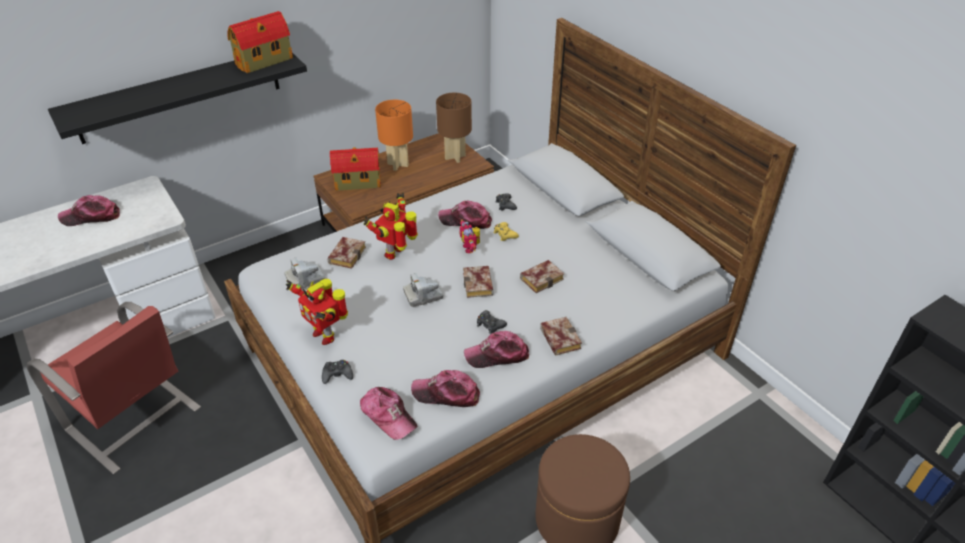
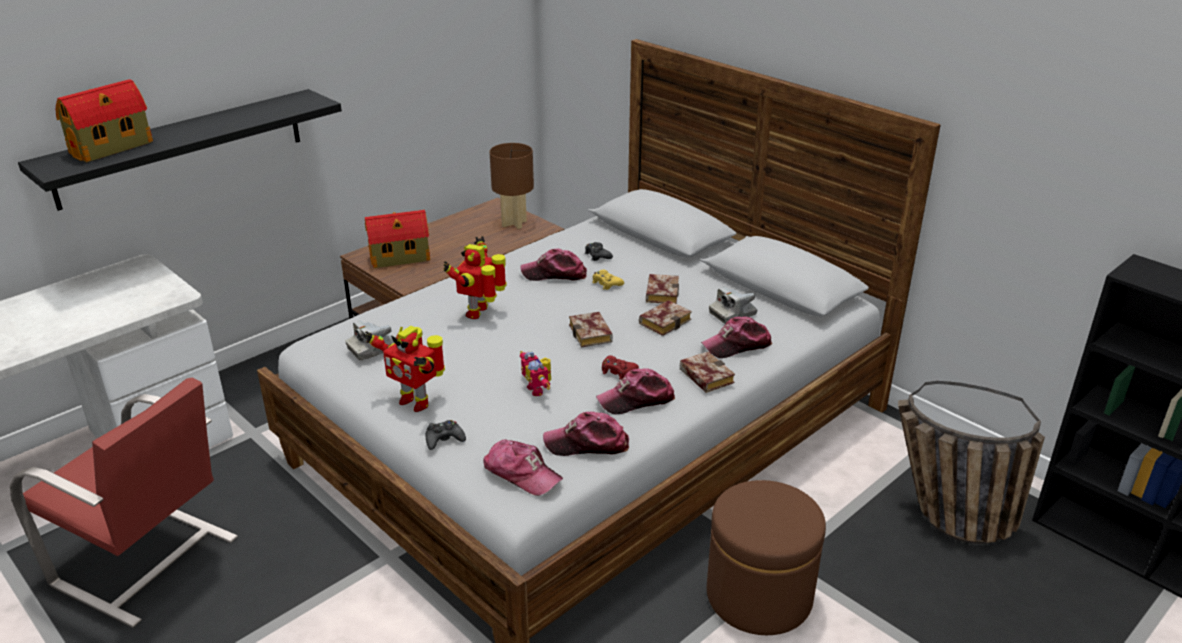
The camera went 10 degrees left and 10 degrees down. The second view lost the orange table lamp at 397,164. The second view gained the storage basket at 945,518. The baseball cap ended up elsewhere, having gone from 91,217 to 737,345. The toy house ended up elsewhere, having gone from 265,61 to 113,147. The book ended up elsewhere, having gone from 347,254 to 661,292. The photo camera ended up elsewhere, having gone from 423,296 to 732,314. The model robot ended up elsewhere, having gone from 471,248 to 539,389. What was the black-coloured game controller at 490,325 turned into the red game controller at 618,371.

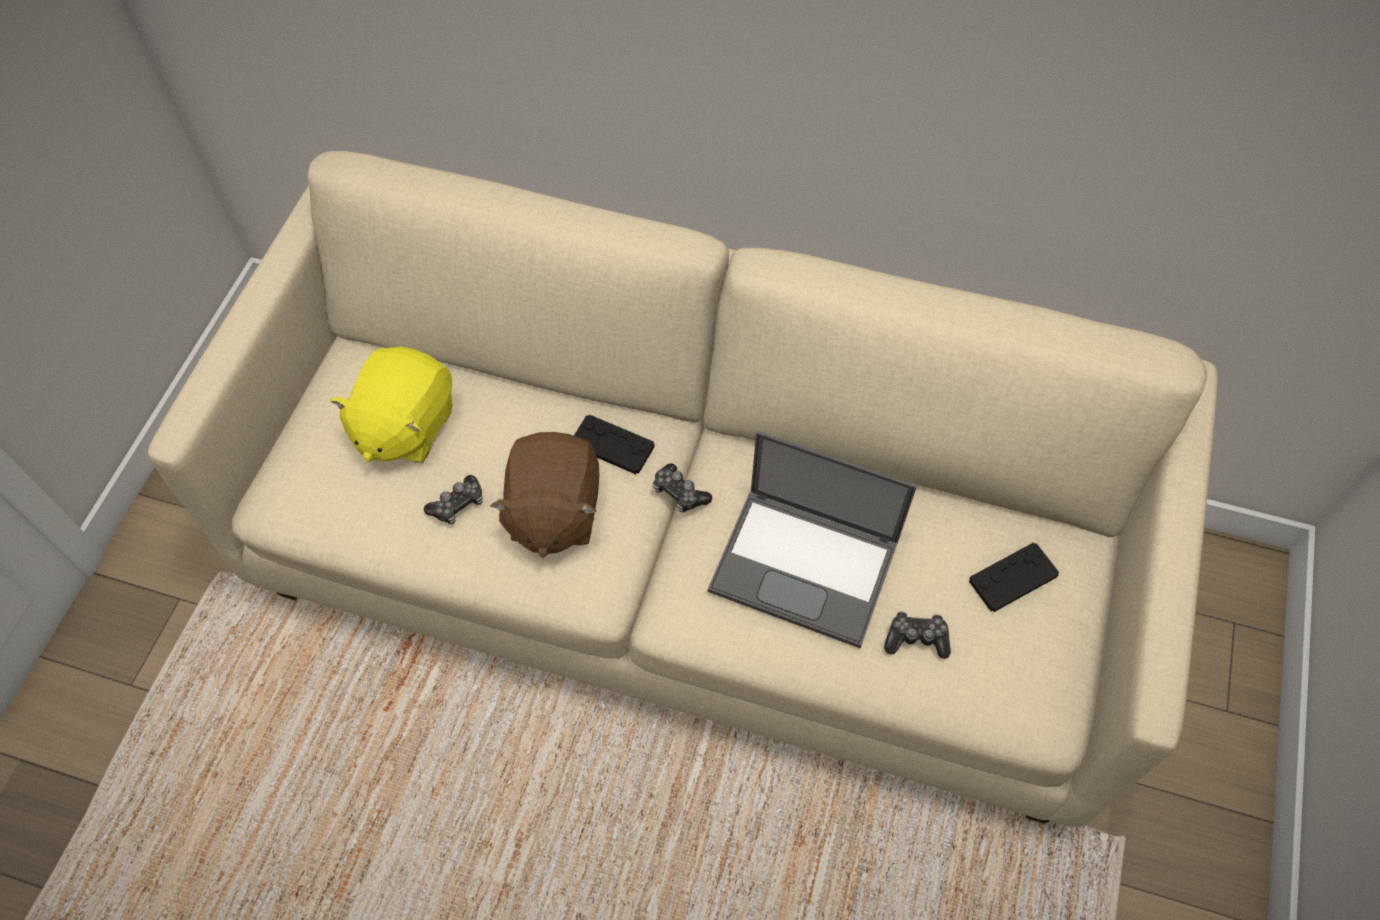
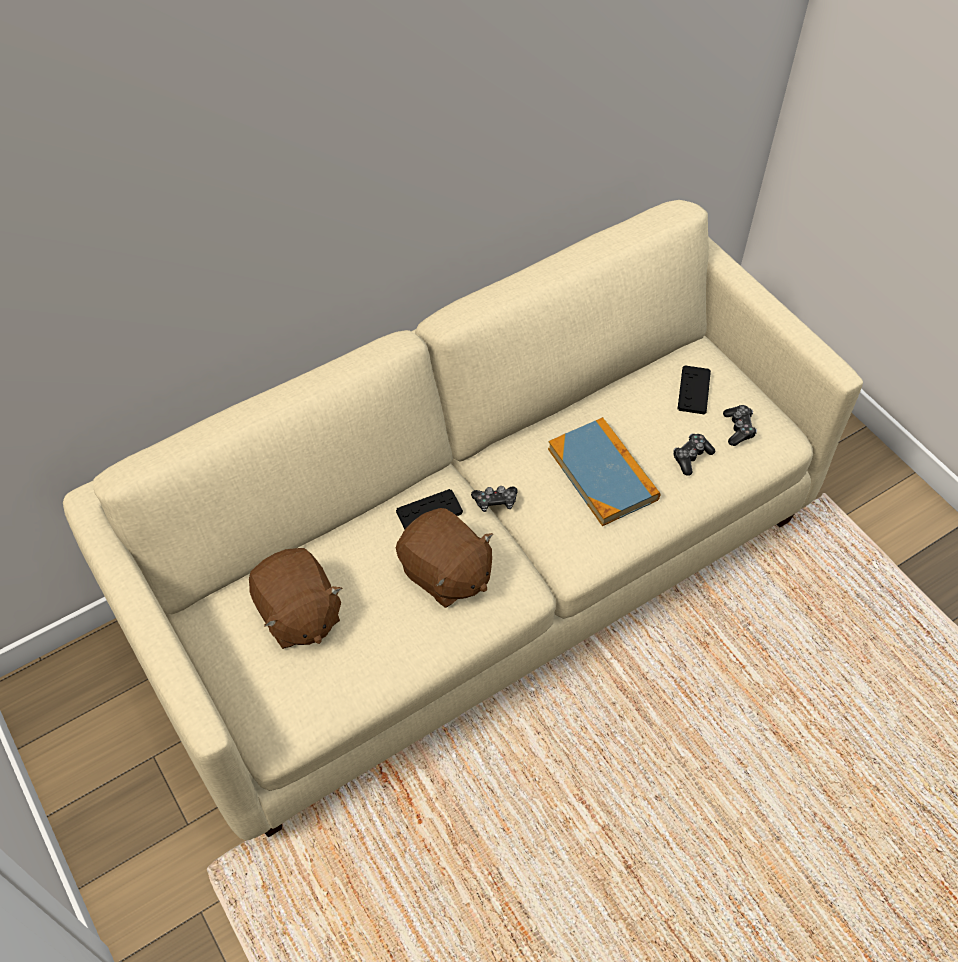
The camera went 50 degrees left and 5 degrees down. The game controller ended up elsewhere, having gone from 458,505 to 738,429. Where the notebook computer stood at 806,566, the book came to stand at 602,474. What was the yellow-coloured cuddly toy at 404,426 turned into the brownish cuddly toy at 298,614.

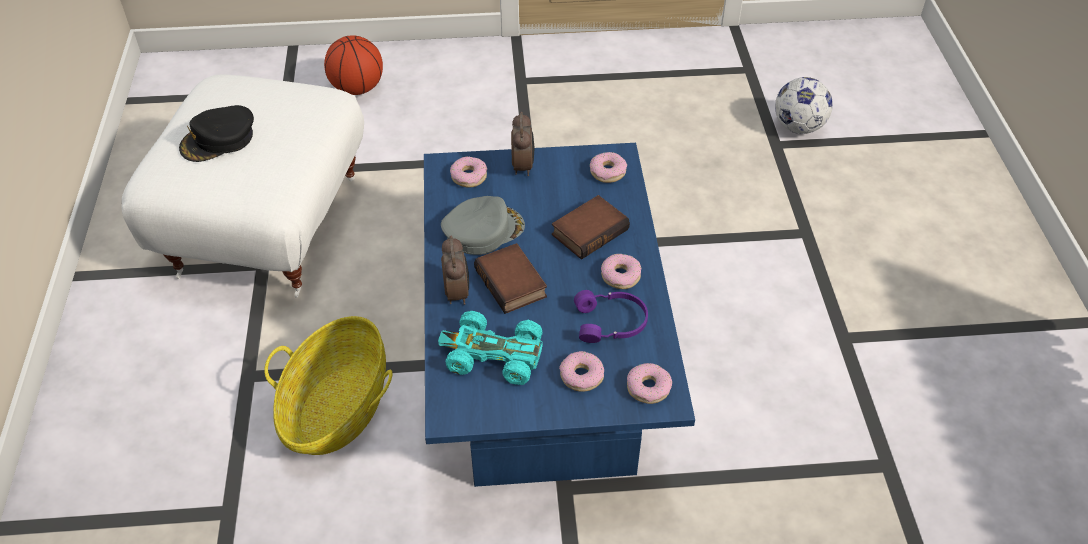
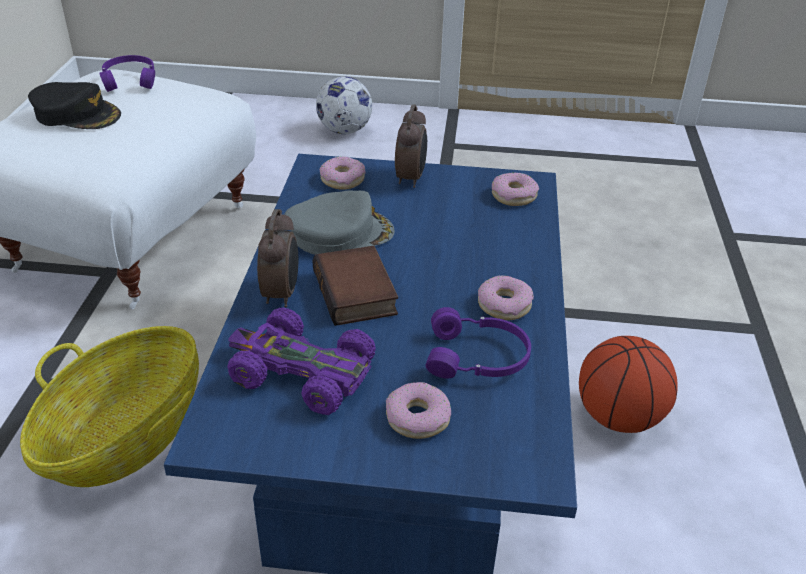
The camera went 10 degrees right and 10 degrees down. The second view lost the book at 589,230. The second view lost the ring doughnut at 648,387. The second view gained the purplish headset at 130,80. The basketball ball ended up elsewhere, having gone from 357,89 to 618,417. The football ball ended up elsewhere, having gone from 798,127 to 345,131. What was the blue-green toy car at 492,355 turned into the purplish toy car at 300,373. The black-coloured baseball cap at 219,140 ended up facing another way, 135 degrees counterclockwise from before.

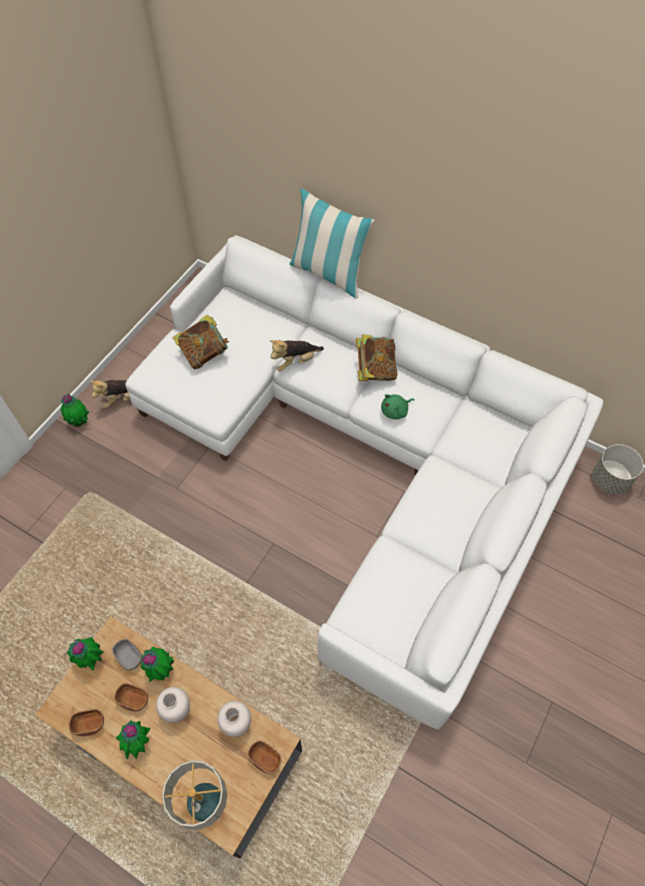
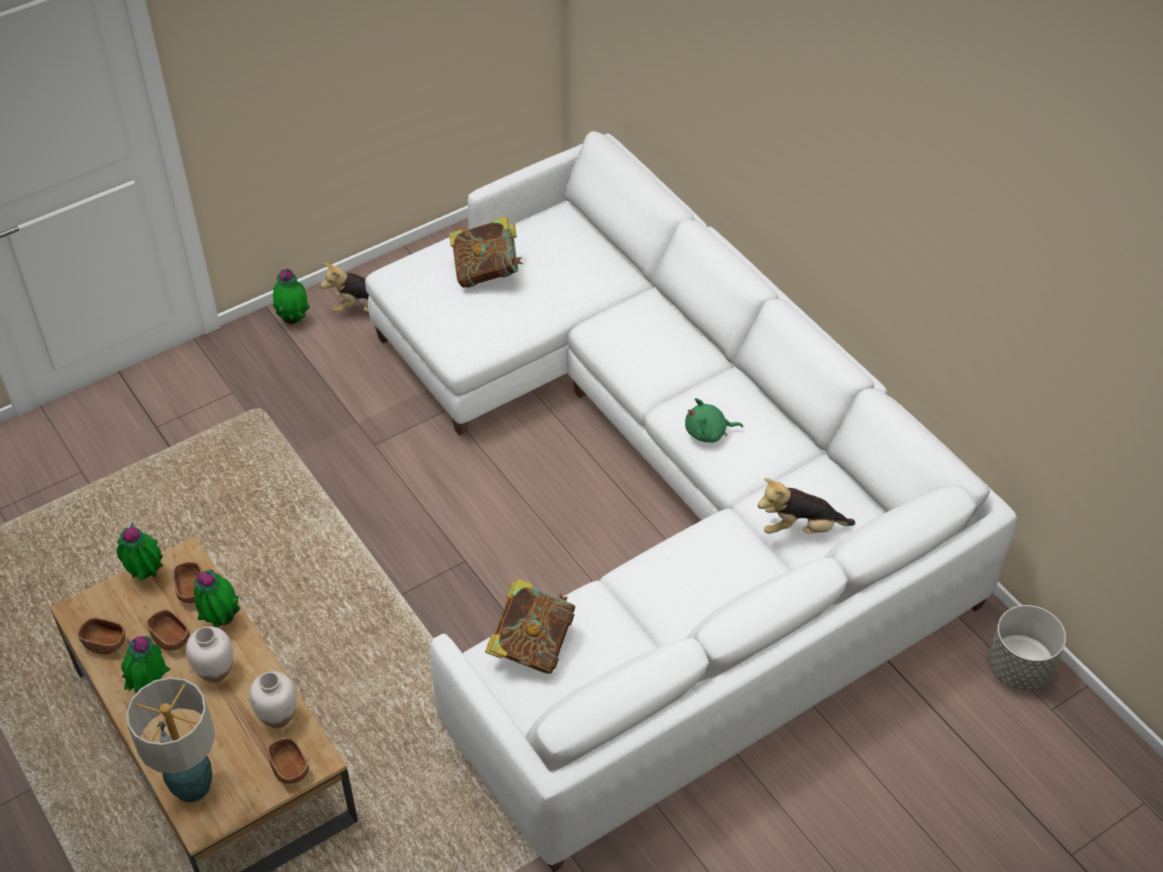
The camera went 25 degrees right and 10 degrees down. The second view lost the cushion at 328,274. The cuddly toy ended up elsewhere, having gone from 295,361 to 800,528. The book ended up elsewhere, having gone from 375,369 to 531,645. What was the greyish deep dish at 129,657 turned into the brownish deep dish at 191,590.

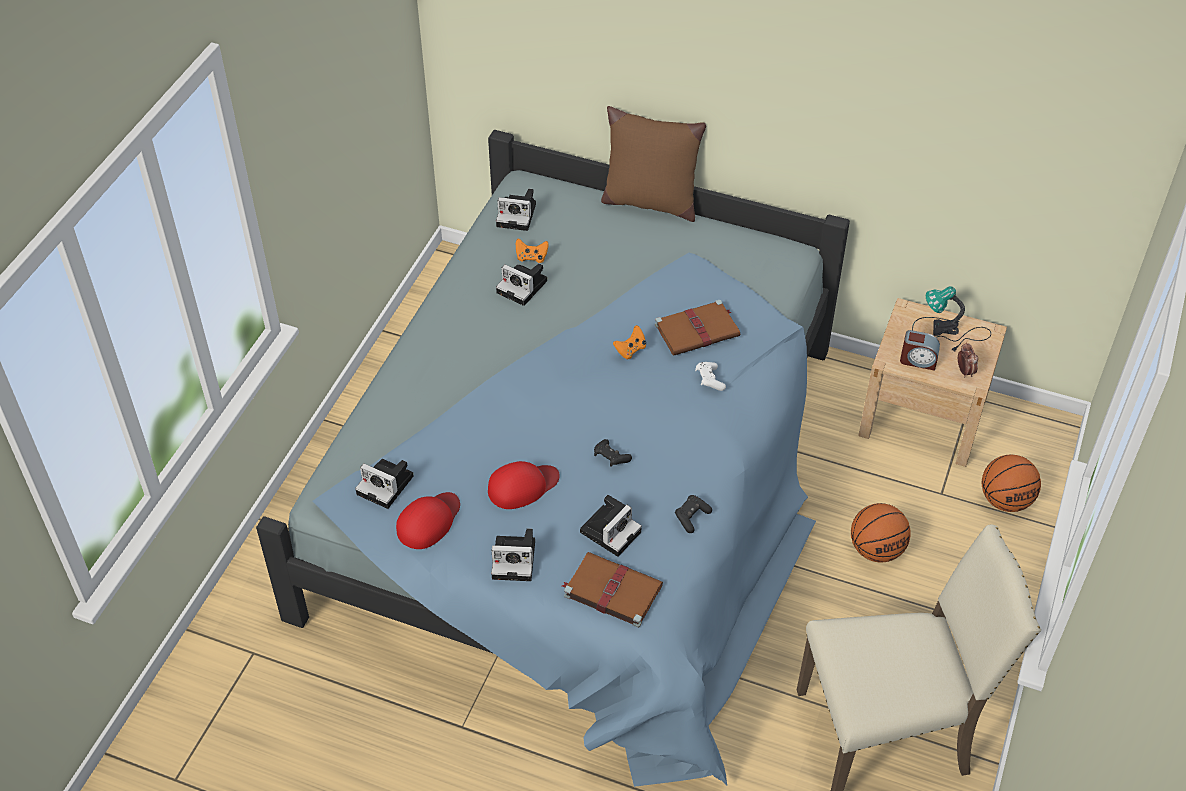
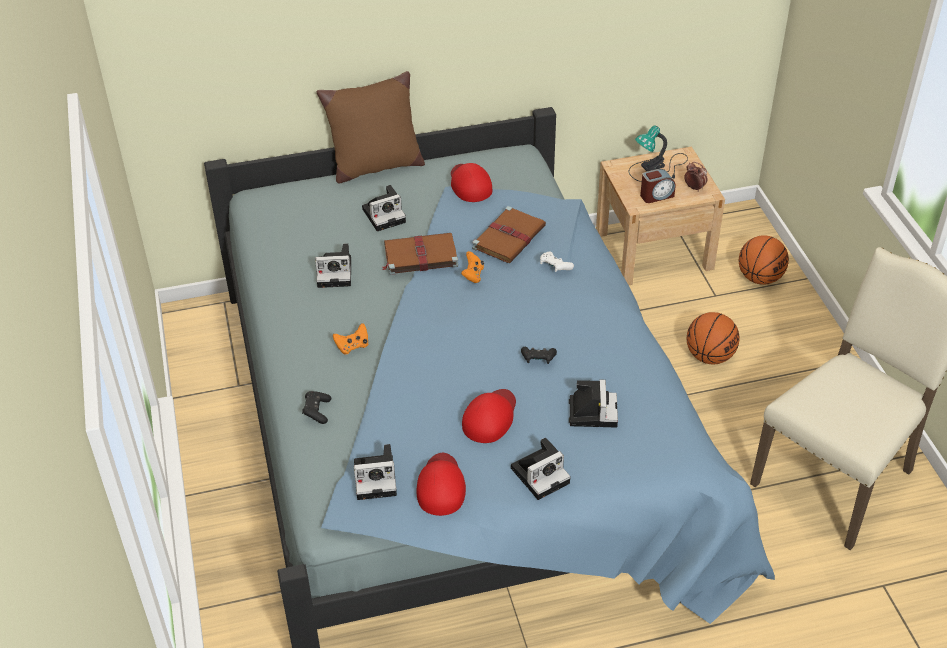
The camera went 35 degrees left and 5 degrees down. The second view gained the red baseball cap at 469,184. The photo camera ended up elsewhere, having gone from 518,215 to 385,215. The orange game controller ended up elsewhere, having gone from 531,257 to 352,346. The brownish book ended up elsewhere, having gone from 611,590 to 419,256. The black-coloured game controller ended up elsewhere, having gone from 691,517 to 317,411.

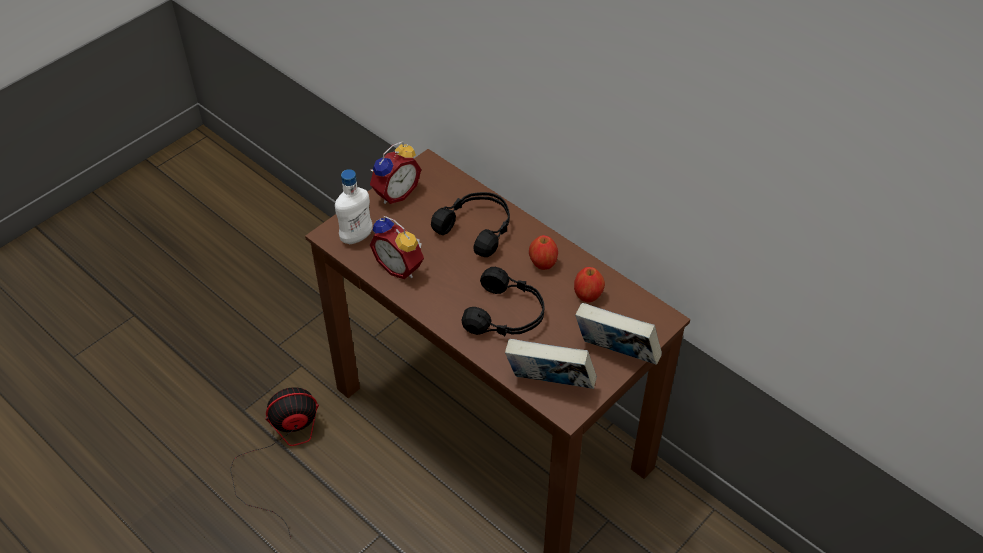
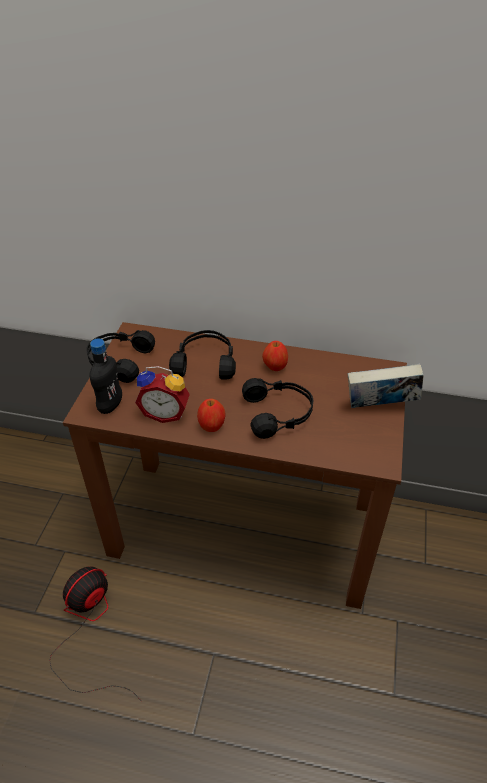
The camera went 30 degrees left and 5 degrees down. The second view lost the book at 549,384. The whole apple ended up elsewhere, having gone from 587,295 to 211,426. Where the alarm clock stood at 394,193, the black-coloured headset came to stand at 119,361. What was the white-coloured bottle at 356,237 turned into the black-coloured bottle at 110,405.

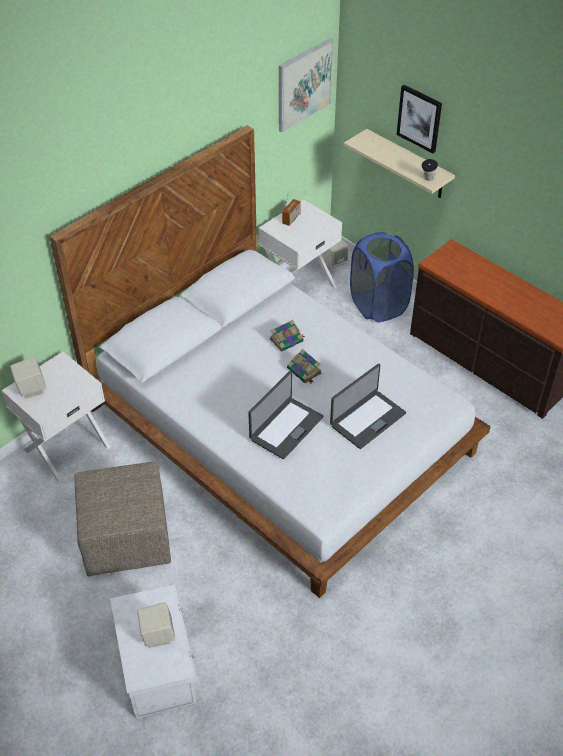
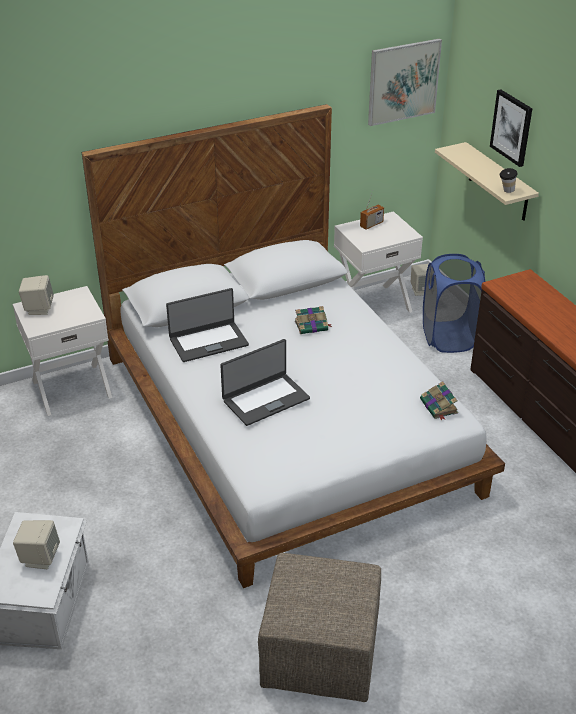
The camera went 20 degrees right and 10 degrees down. The sand-coloured footrest ended up elsewhere, having gone from 128,538 to 322,654. The book ended up elsewhere, having gone from 304,371 to 439,407. The notebook computer ended up elsewhere, having gone from 367,419 to 208,341.

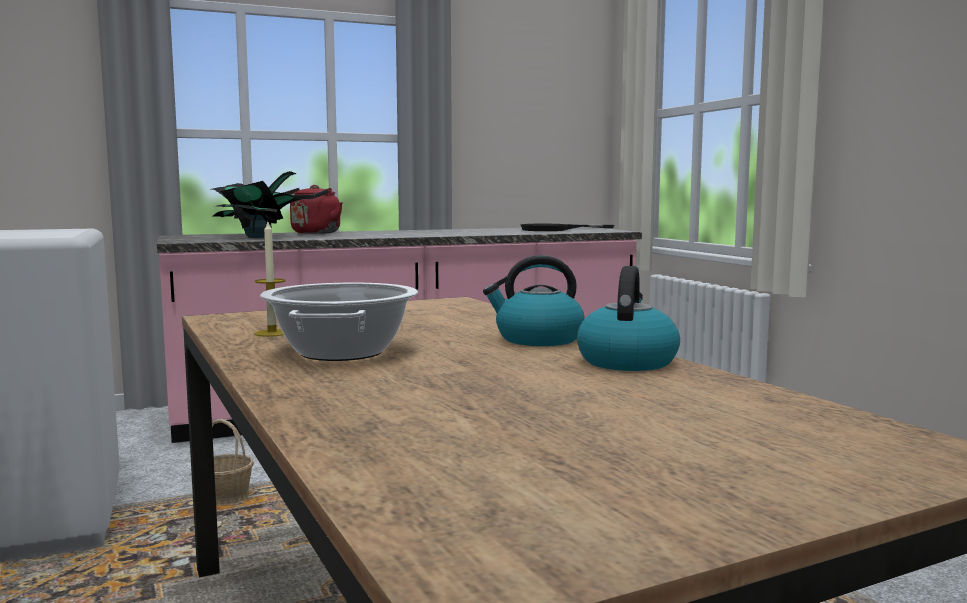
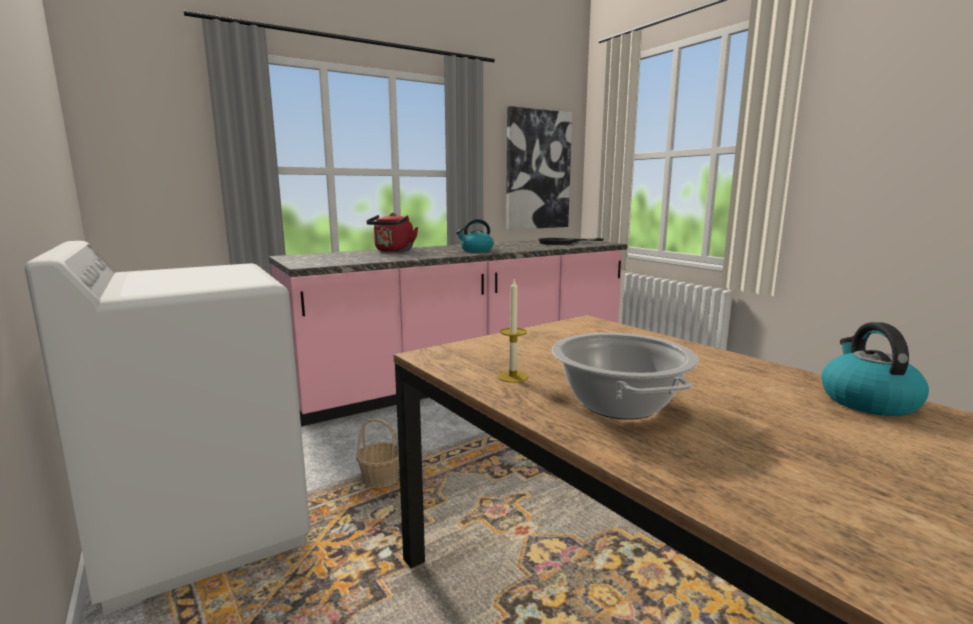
The camera went 10 degrees left and 5 degrees up. The second view lost the houseplant at 257,237. The second view gained the wall art at 537,170. The kettle ended up elsewhere, having gone from 537,339 to 476,250.

